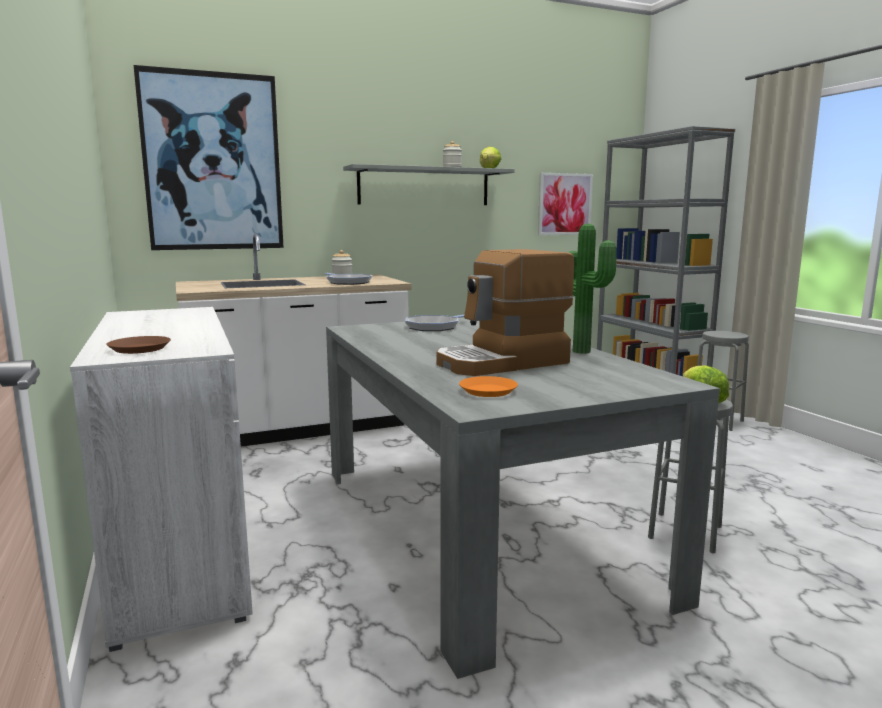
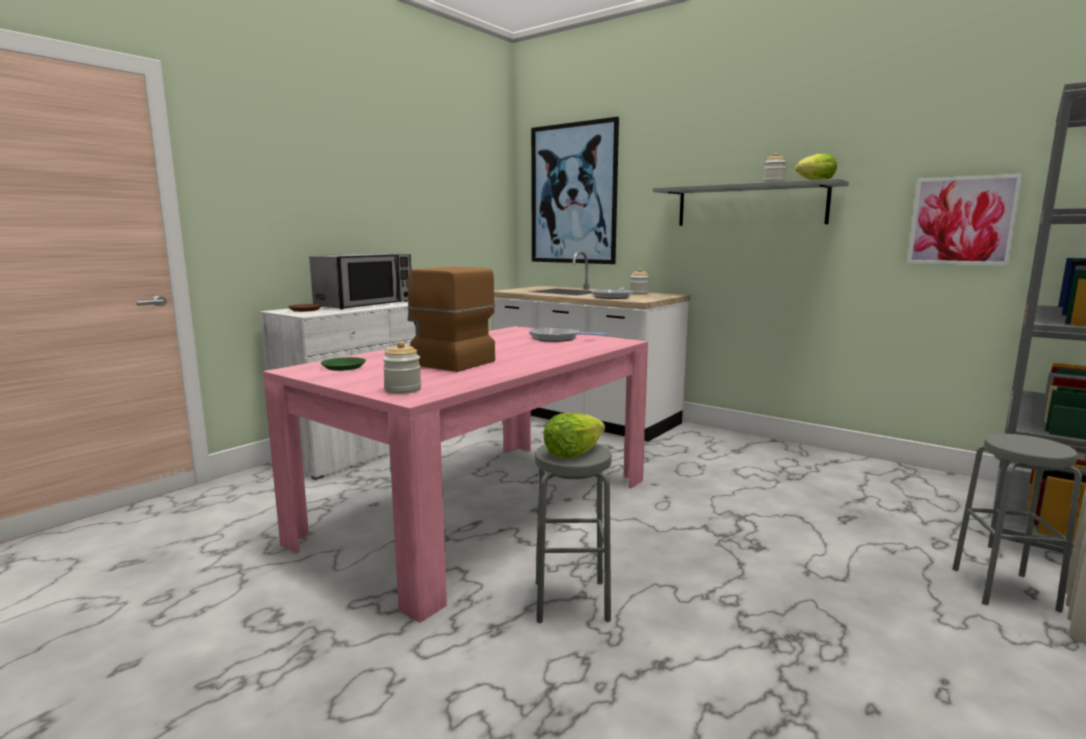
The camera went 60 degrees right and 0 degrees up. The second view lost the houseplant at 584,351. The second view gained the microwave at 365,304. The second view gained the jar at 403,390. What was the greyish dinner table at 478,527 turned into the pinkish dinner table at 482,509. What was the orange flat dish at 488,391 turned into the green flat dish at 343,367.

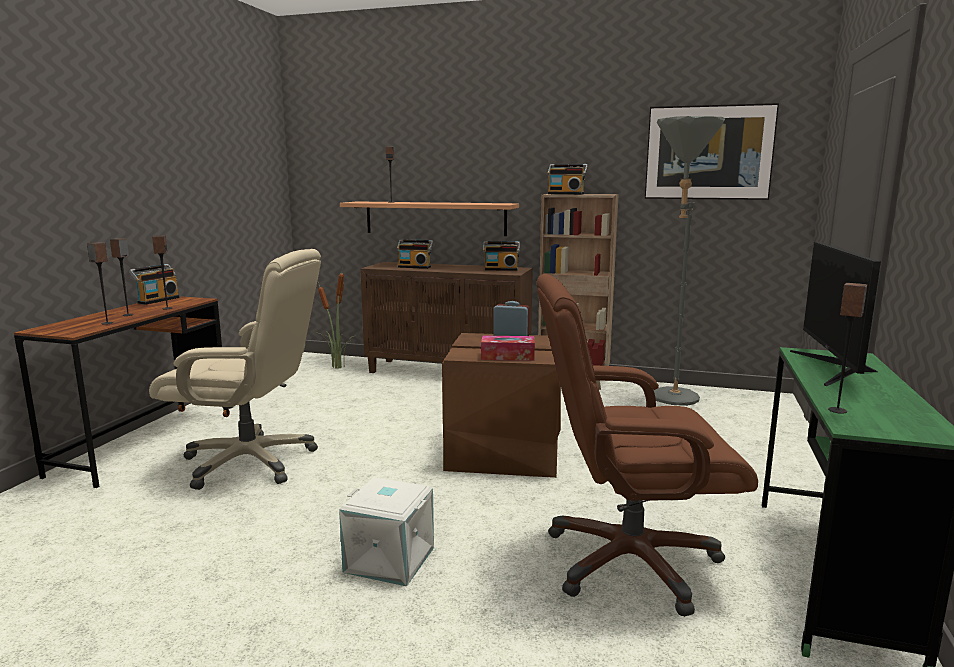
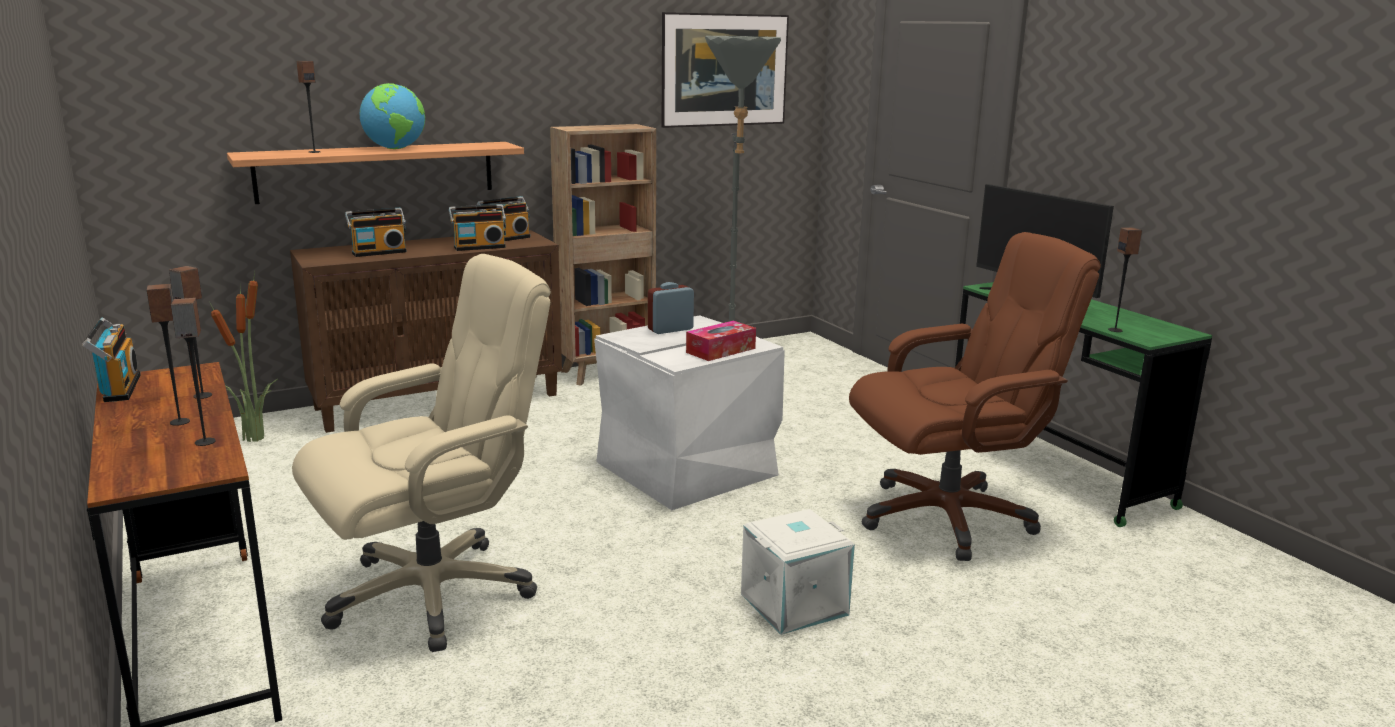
The camera went 45 degrees left and 5 degrees up. The second view gained the desk globe at 395,148. The radio ended up elsewhere, having gone from 566,194 to 479,247. What was the brownish storage container at 505,451 turned into the white-coloured storage container at 689,468. The brownish desk chair at 629,561 ended up facing another way, 150 degrees counterclockwise from before.

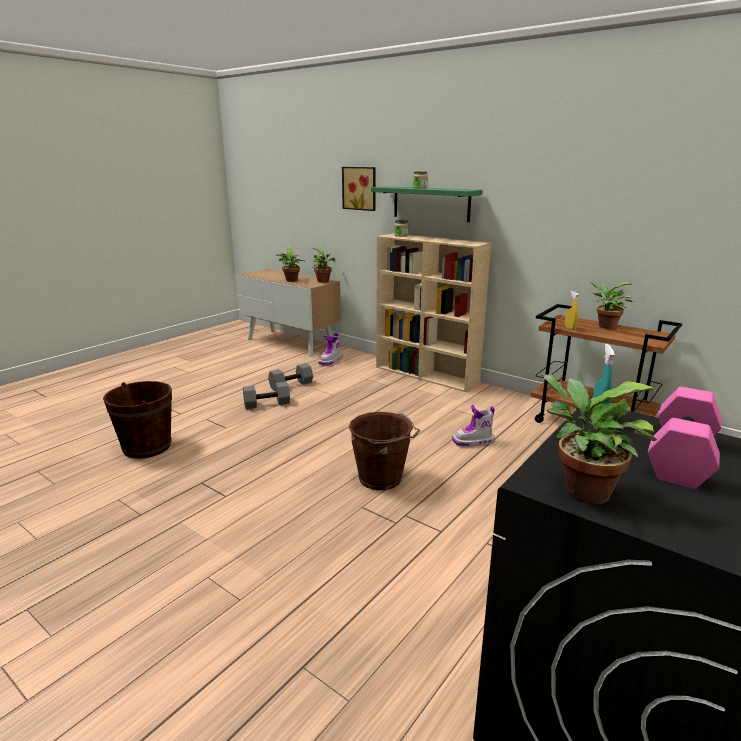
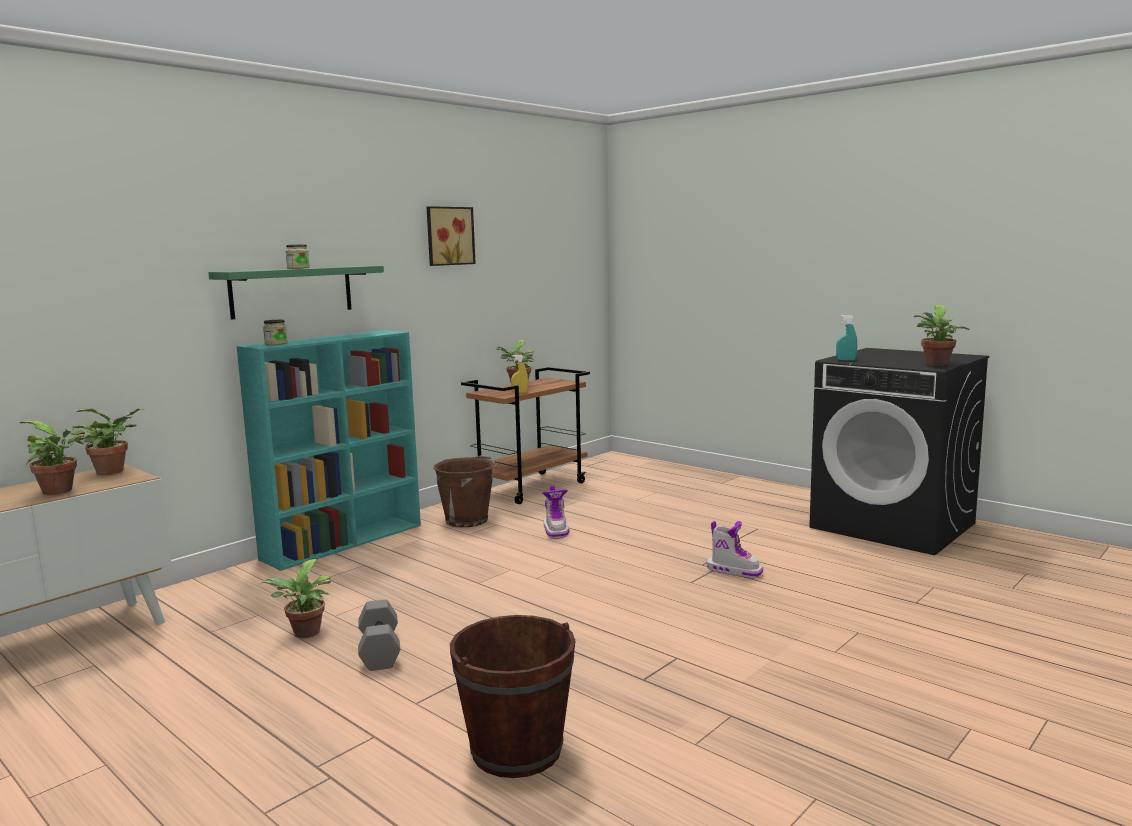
The camera went 85 degrees left and 10 degrees down. The second view lost the pinkish dumbbell at 683,458. The boot ended up elsewhere, having gone from 331,361 to 734,571. The wall art ended up elsewhere, having gone from 360,188 to 448,236. The brownish bucket ended up elsewhere, having gone from 382,479 to 468,520. Where the greyish dumbbell stood at 291,385, the houseplant came to stand at 304,634. What was the sand-coloured bookcase at 427,375 turned into the blue-green bookcase at 345,541.

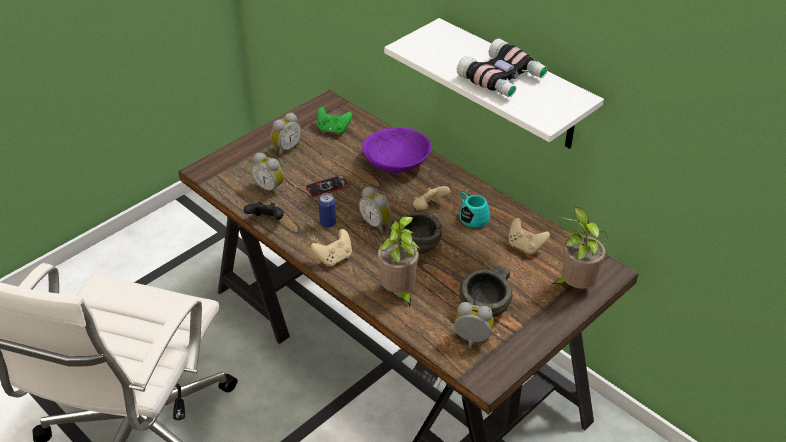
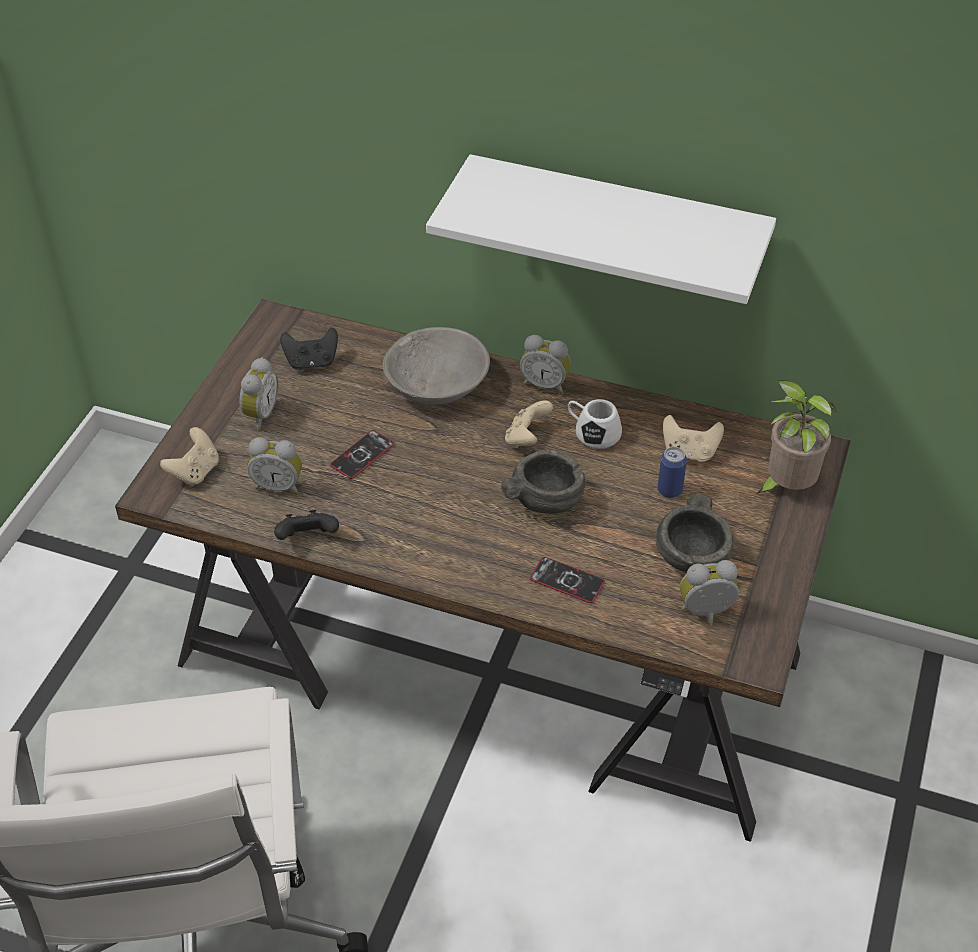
The camera went 25 degrees left and 5 degrees up. The second view lost the field glasses at 503,78. The sand-coloured game controller ended up elsewhere, having gone from 334,258 to 195,472. The metal can ended up elsewhere, having gone from 328,223 to 669,490. The alarm clock ended up elsewhere, having gone from 376,224 to 545,384. Where the houseplant stood at 398,293, the phone came to stand at 567,581. What was the green game controller at 333,130 turned into the black-coloured game controller at 311,362. What was the purplish deep dish at 396,162 turned into the greyish deep dish at 437,384. What was the blue-green tea mug at 471,216 turned into the white-coloured tea mug at 592,432.

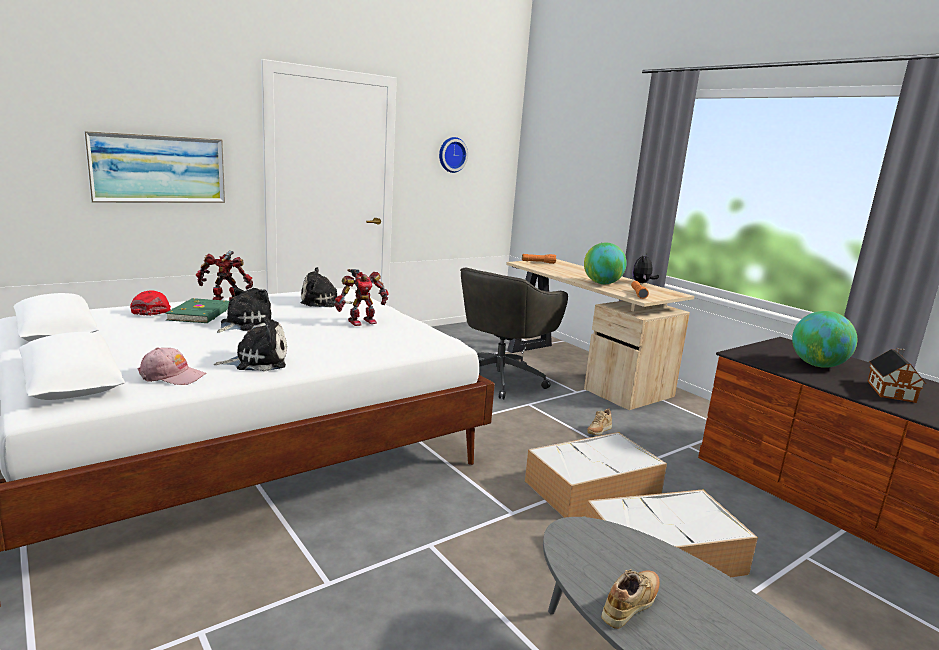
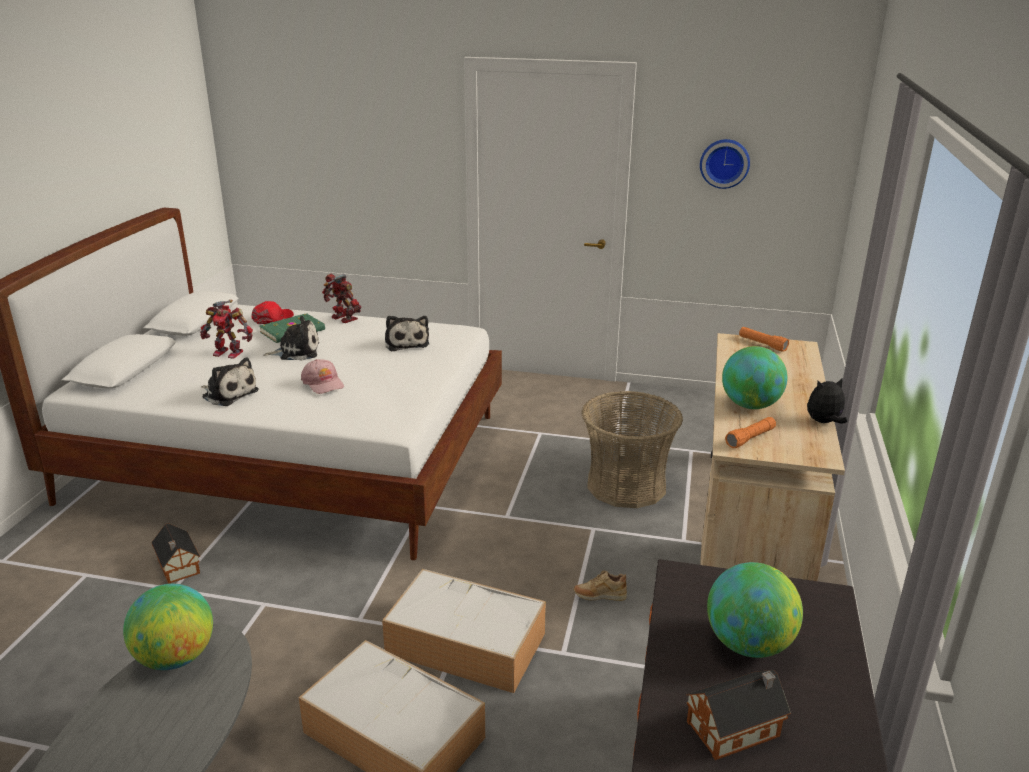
The camera went 50 degrees right and 10 degrees up. The second view lost the wall art at 158,169. The second view lost the sand-coloured shoe at 631,607. The second view gained the desk globe at 176,657. The second view gained the toy house at 178,567. The pinkish baseball cap ended up elsewhere, having gone from 172,376 to 323,383. The model robot ended up elsewhere, having gone from 361,321 to 229,352. Where the greyish desk chair stood at 501,379, the storage basket came to stand at 626,485. The cuddly toy at 323,302 ended up facing another way, 150 degrees counterclockwise from before.

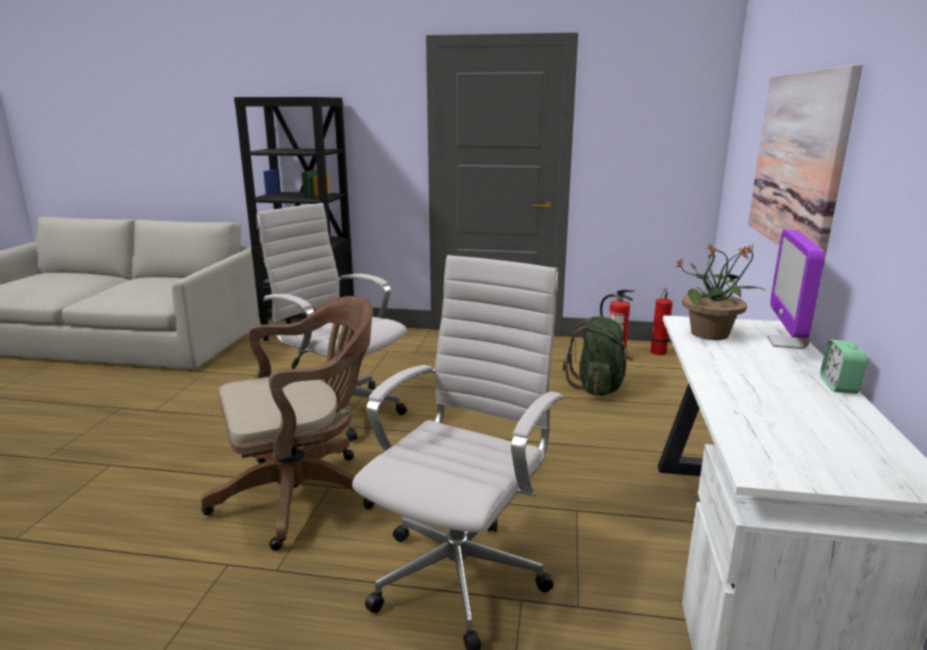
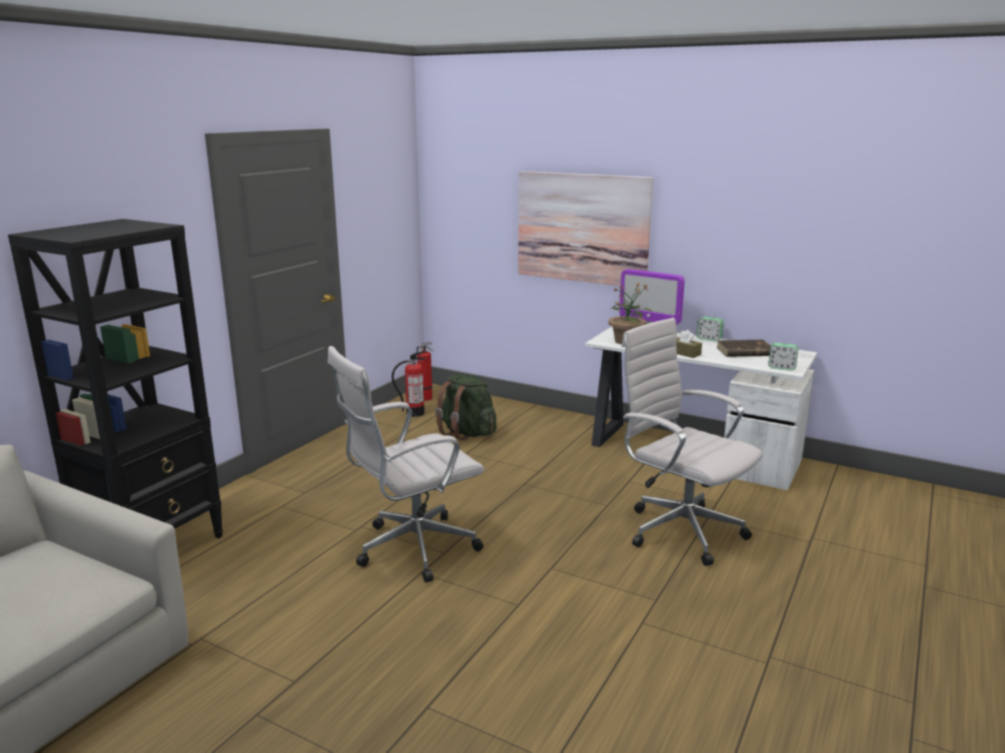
The camera went 70 degrees left and 0 degrees up. The second view lost the brownish desk chair at 304,493. The second view gained the brownish tissue box at 684,353. The second view gained the brownish book at 744,352. The second view gained the alarm clock at 781,368.

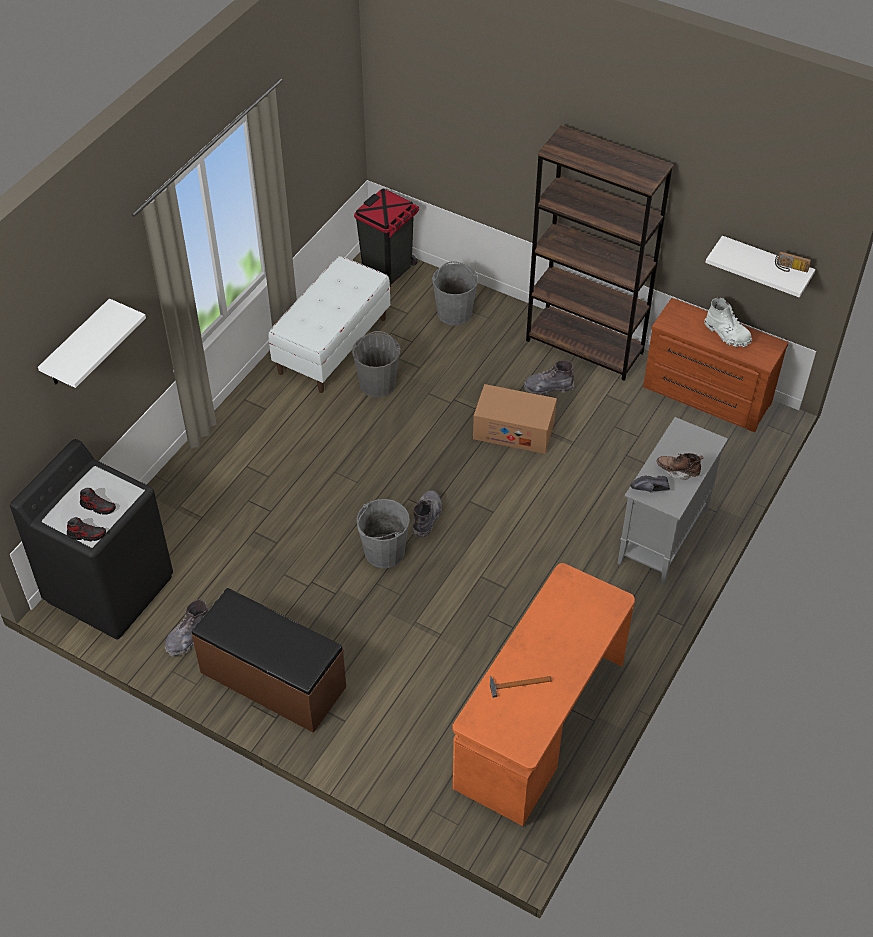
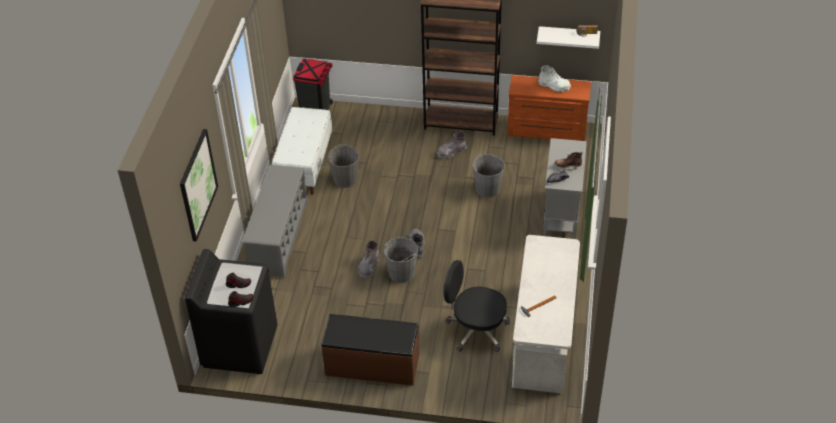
The camera went 20 degrees left and 5 degrees down. The second view lost the cardboard box at 513,430. The second view gained the greyish shoe rack at 279,238. The second view gained the black-coloured desk chair at 476,330. The greyish boot ended up elsewhere, having gone from 189,637 to 369,266. The greyish bucket ended up elsewhere, having gone from 454,312 to 487,188. Where the white-coloured shelf hung at 77,345, the wall art came to hang at 198,185. What was the orange desk unit at 541,723 turned into the white-coloured desk unit at 544,336.

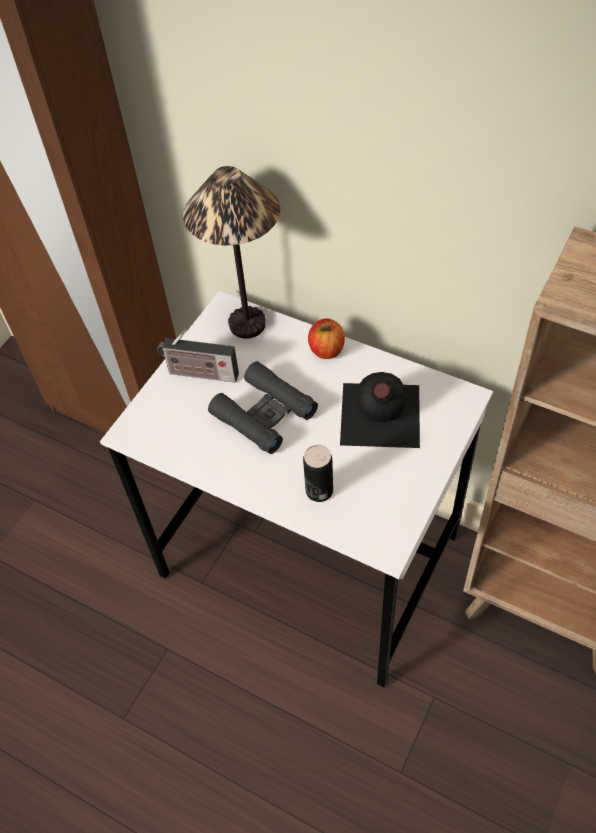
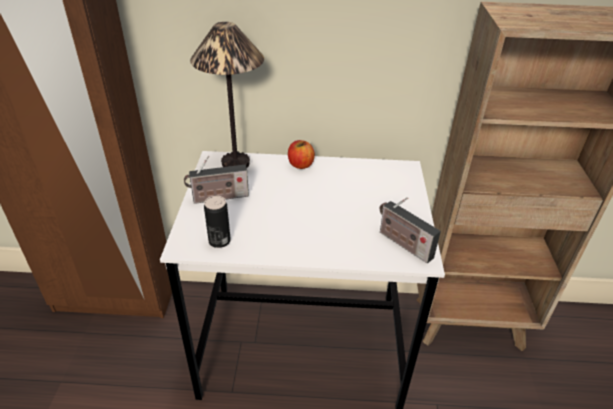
The camera went 30 degrees left and 15 degrees down. The second view lost the black-coloured field glasses at 264,414. The second view lost the black-coloured bottle at 379,415. The second view gained the radio at 402,243. The metal can ended up elsewhere, having gone from 319,491 to 219,241.

